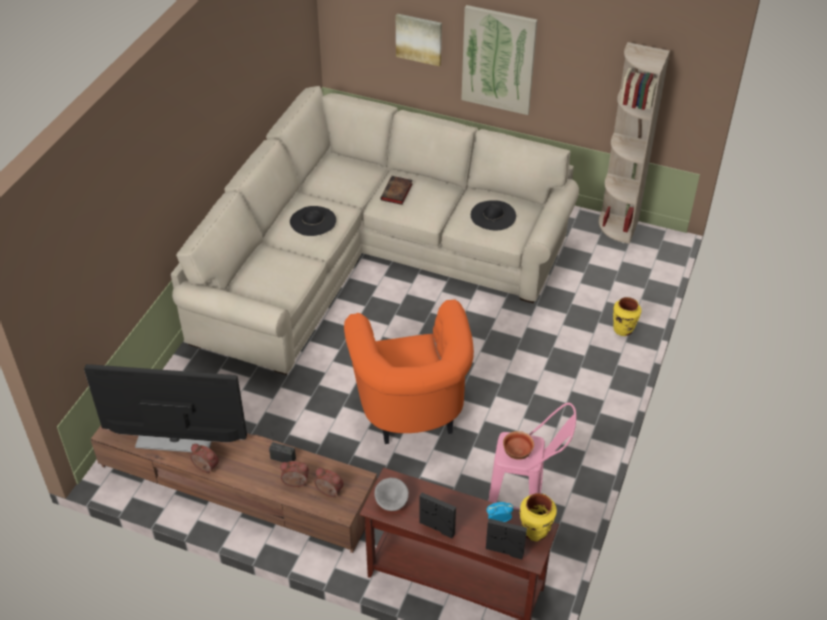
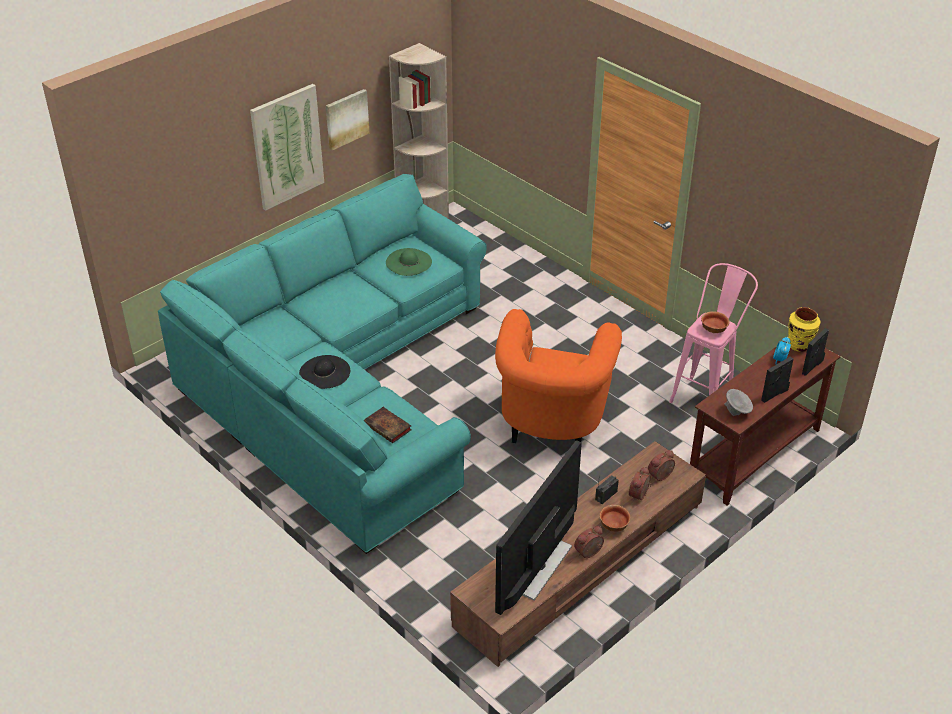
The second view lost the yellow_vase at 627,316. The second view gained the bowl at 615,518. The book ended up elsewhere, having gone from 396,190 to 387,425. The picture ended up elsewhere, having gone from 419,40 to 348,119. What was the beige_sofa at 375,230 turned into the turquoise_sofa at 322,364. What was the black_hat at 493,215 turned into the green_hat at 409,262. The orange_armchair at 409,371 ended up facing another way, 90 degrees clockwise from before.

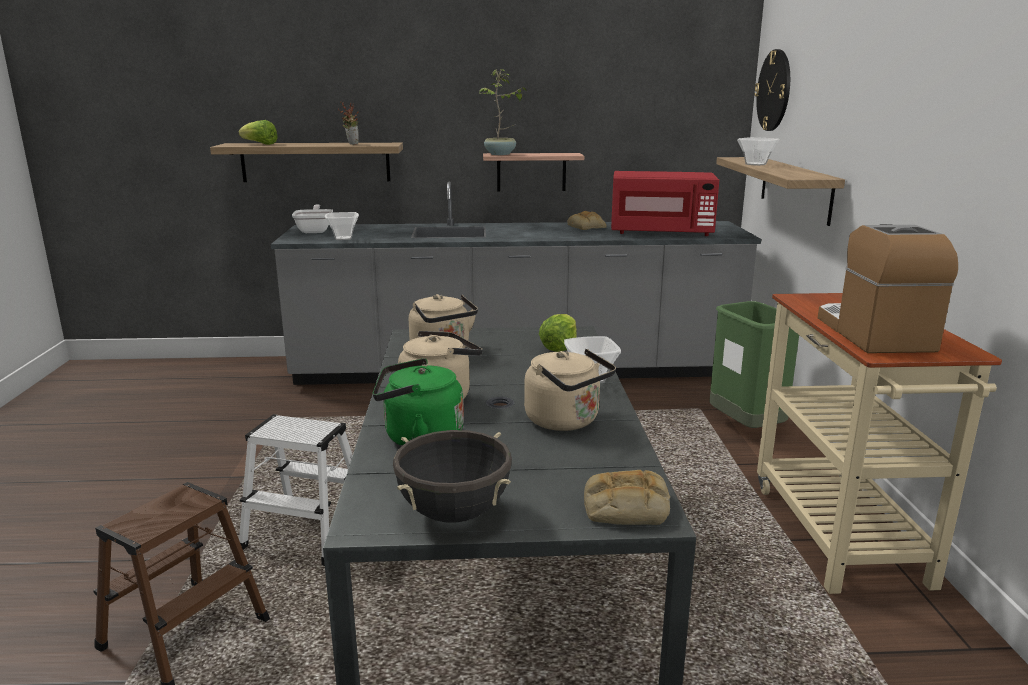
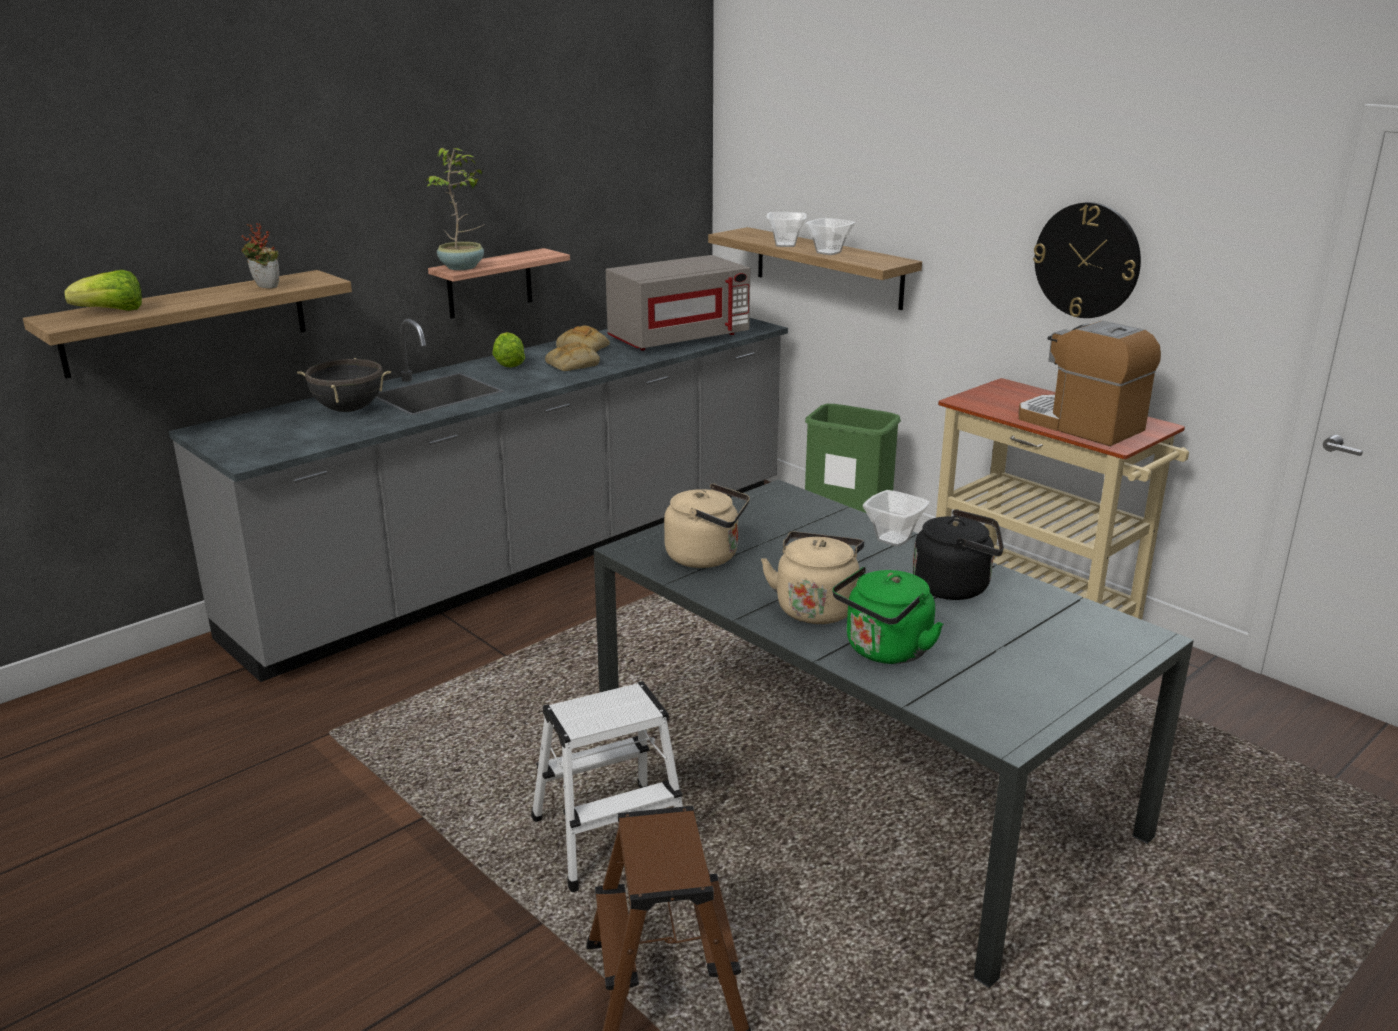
The second view lost the frying_pan at 312,218. The bowl ended up elsewhere, having gone from 342,226 to 830,236. The black_cooking_pot ended up elsewhere, having gone from 452,476 to 344,385. The lettuce ended up elsewhere, having gone from 558,333 to 509,350. The bread ended up elsewhere, having gone from 627,497 to 572,356. The wall_clock ended up elsewhere, having gone from 772,90 to 1087,260. What was the beige_kettle at 570,390 turned into the black_kettle at 958,554. What was the red_microwave at 665,203 turned into the grey_microwave at 678,303.

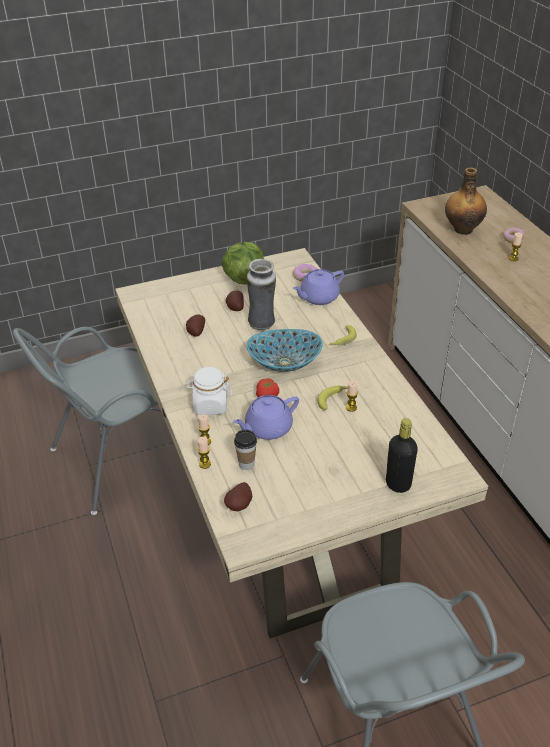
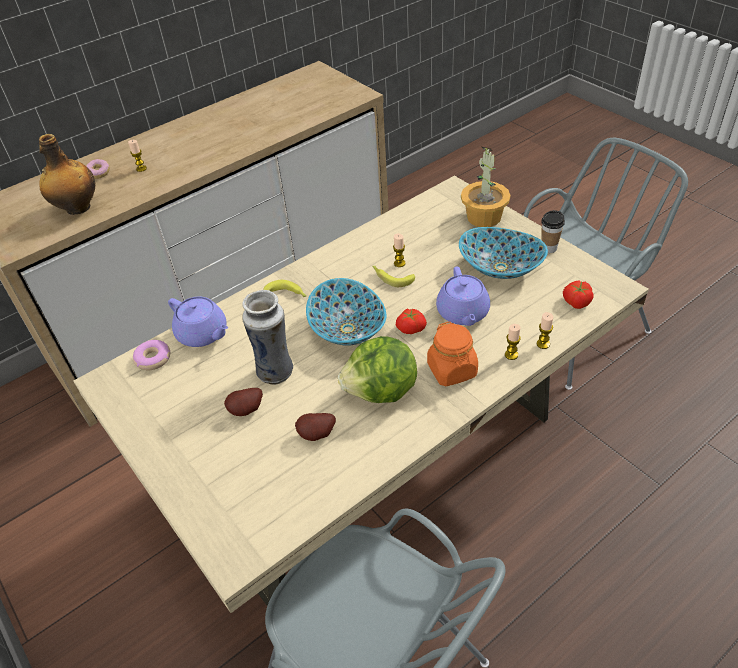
The second view gained the bowl at 503,253. The lettuce ended up elsewhere, having gone from 243,263 to 377,369. The cup ended up elsewhere, having gone from 245,450 to 553,231. Where the potato stood at 238,496, the tomato came to stand at 578,294. Where the black_bottle stood at 402,455, the potted_plant came to stand at 485,186. What was the white_jar at 209,391 turned into the orange_jar at 452,353. The purple_teapot at 266,417 ended up facing another way, 45 degrees clockwise from before.

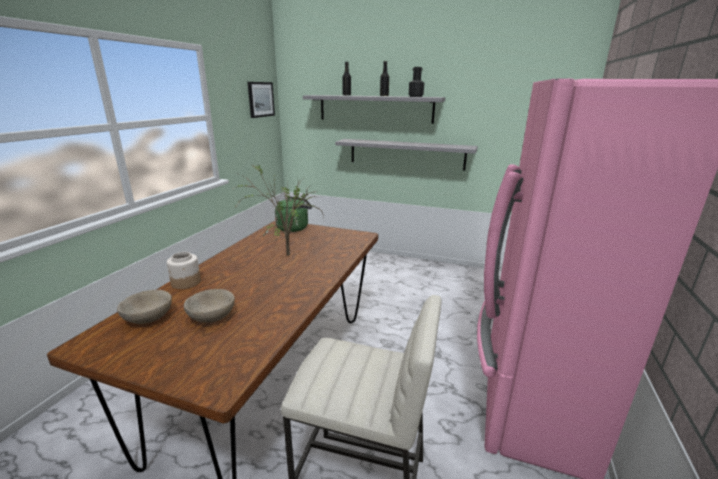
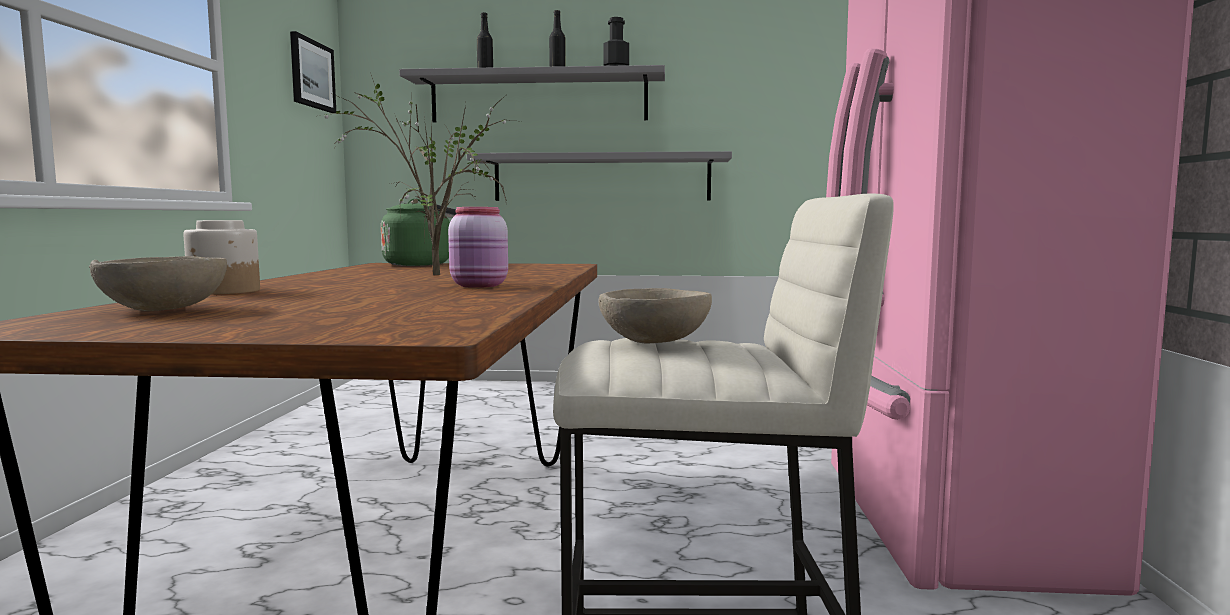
The second view gained the pink_jar at 478,247. The beige_bowl ended up elsewhere, having gone from 209,306 to 655,315.

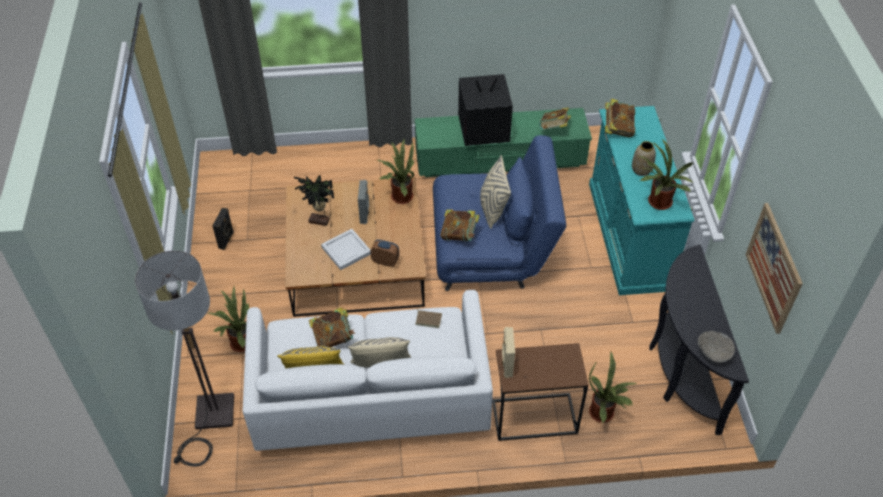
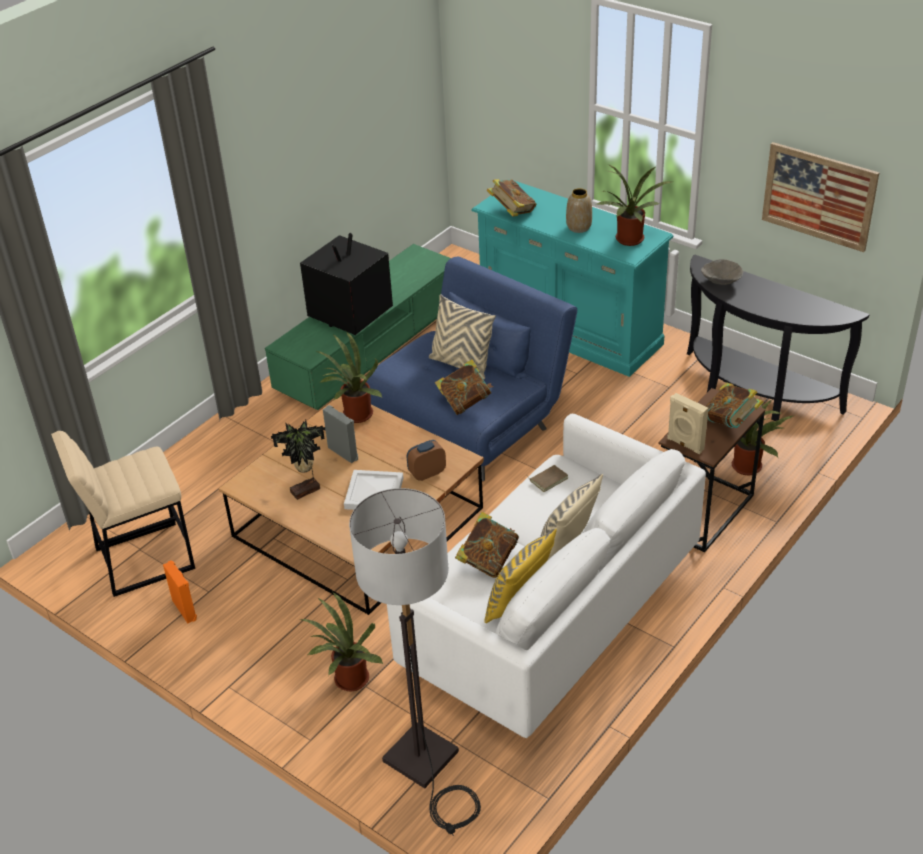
The second view gained the beige_stool at 123,514. The book ended up elsewhere, having gone from 555,118 to 734,405. The grey_bowl ended up elsewhere, having gone from 716,346 to 722,272. What was the black_speaker at 223,229 turned into the orange_speaker at 180,591.

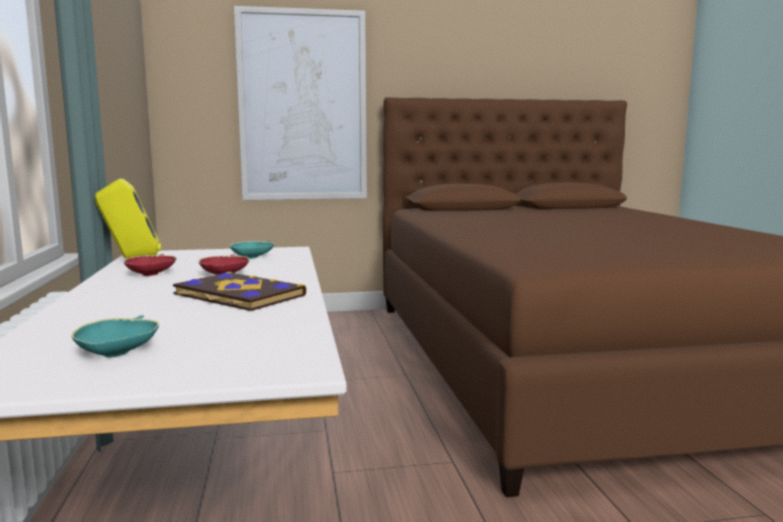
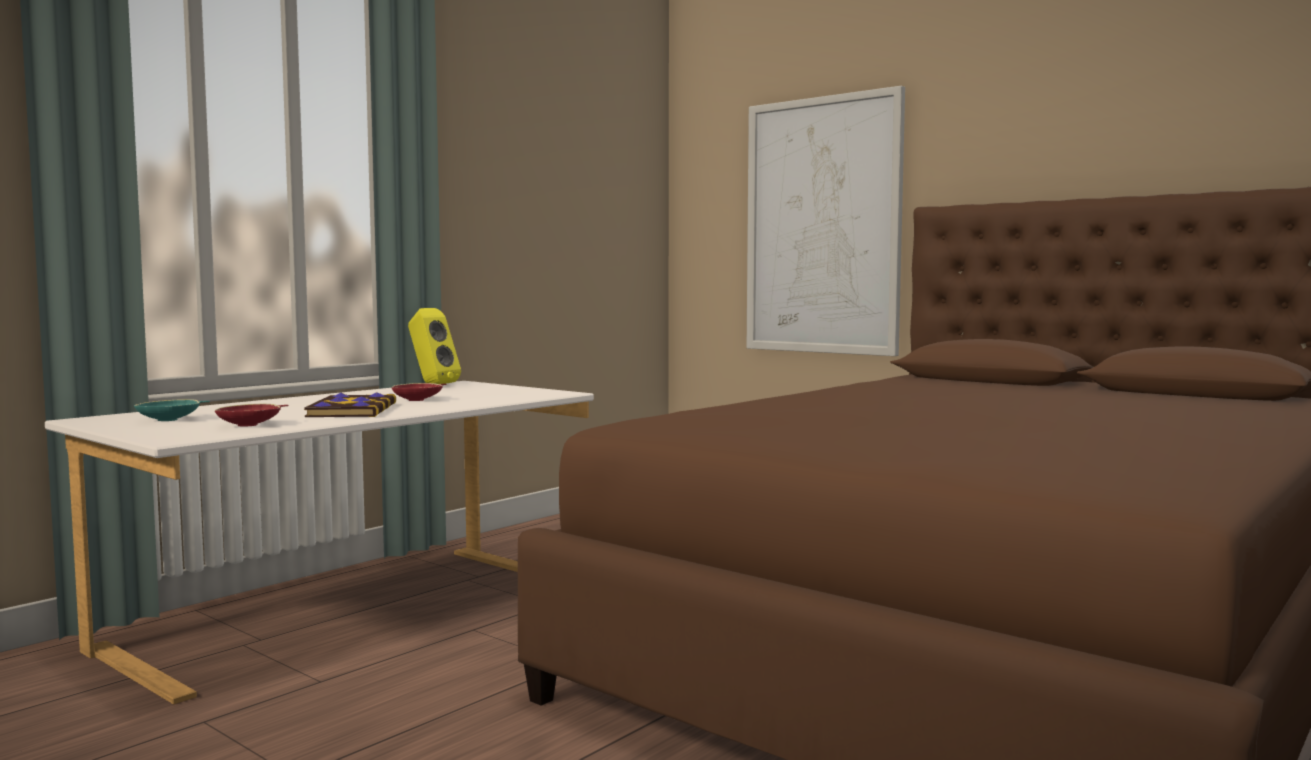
The second view lost the turquoise_bowl at 252,250. The red_bowl ended up elsewhere, having gone from 150,265 to 252,415.

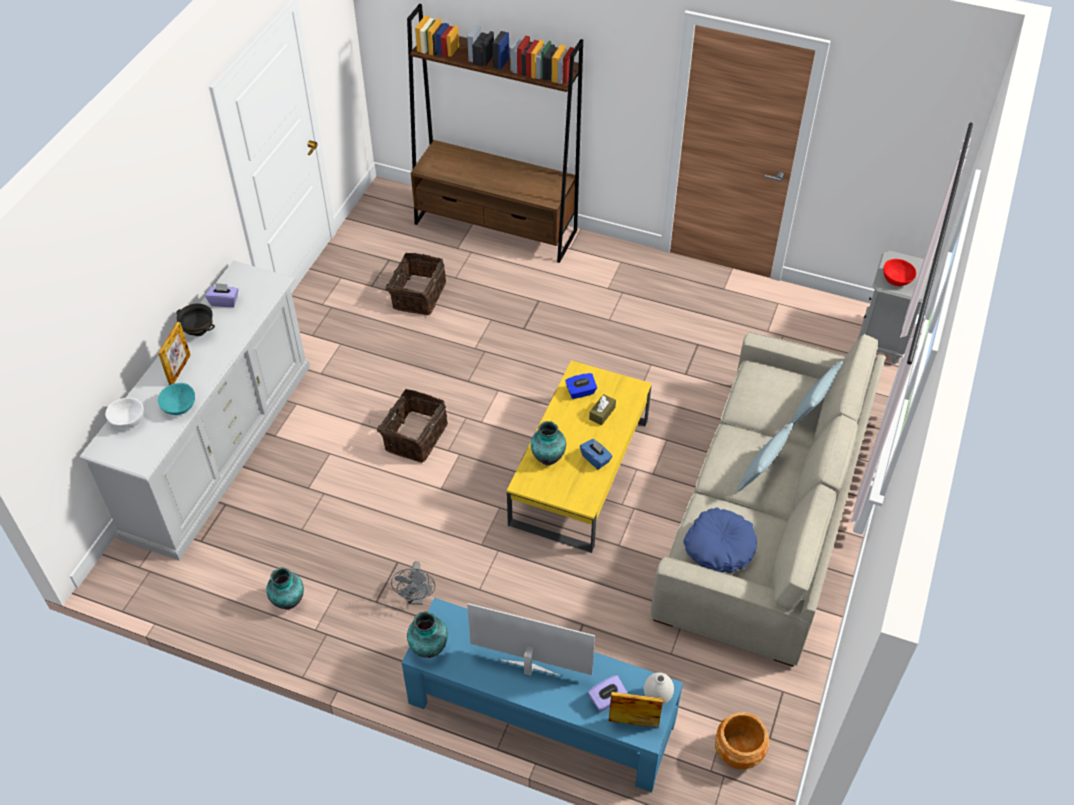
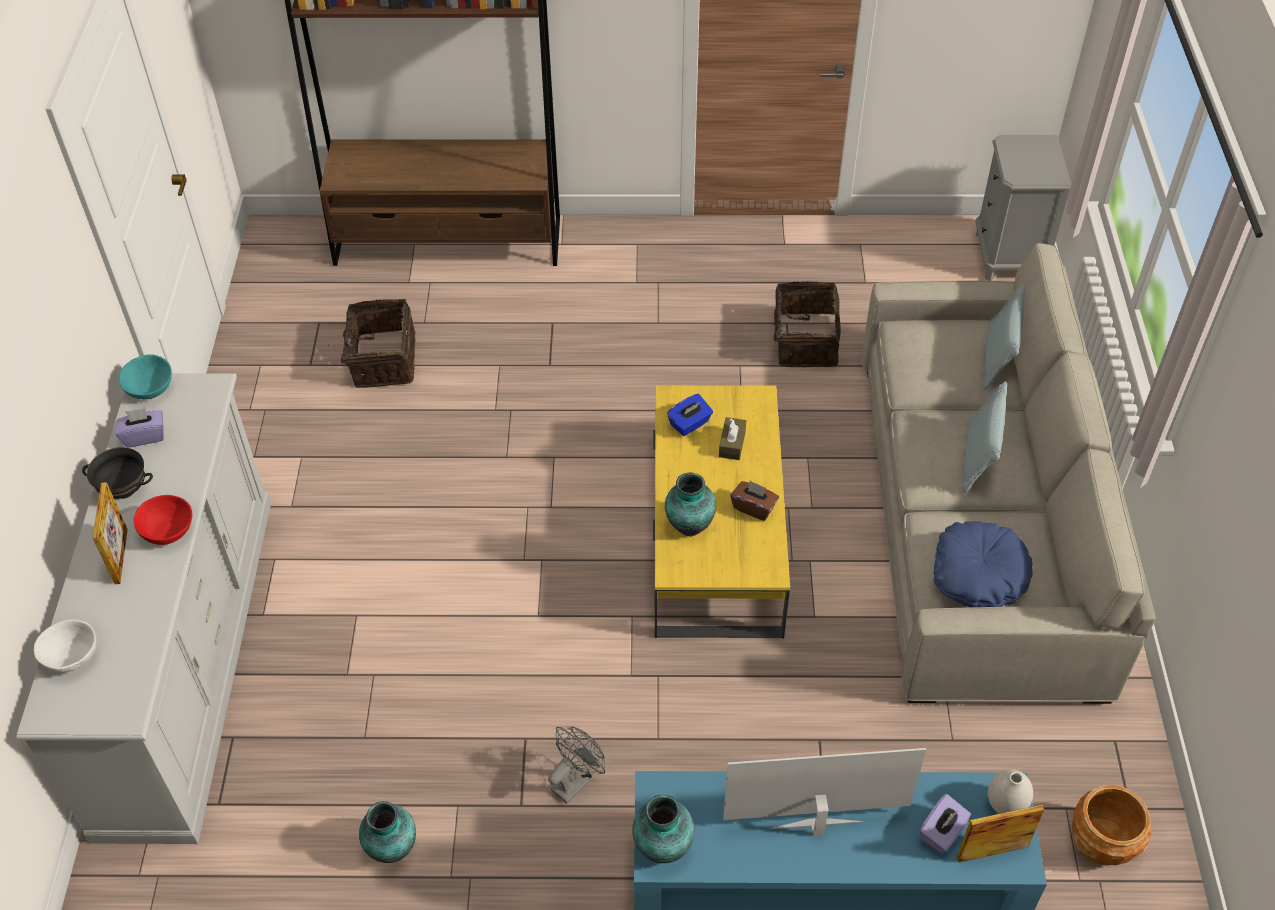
The turquoise_bowl ended up elsewhere, having gone from 176,399 to 145,376. The basket ended up elsewhere, having gone from 412,426 to 800,324. The red_bowl ended up elsewhere, having gone from 899,272 to 162,520. What was the blue_tissue_box at 596,454 turned into the brown_tissue_box at 754,501. The grey_fan at 413,583 ended up facing another way, 120 degrees counterclockwise from before.

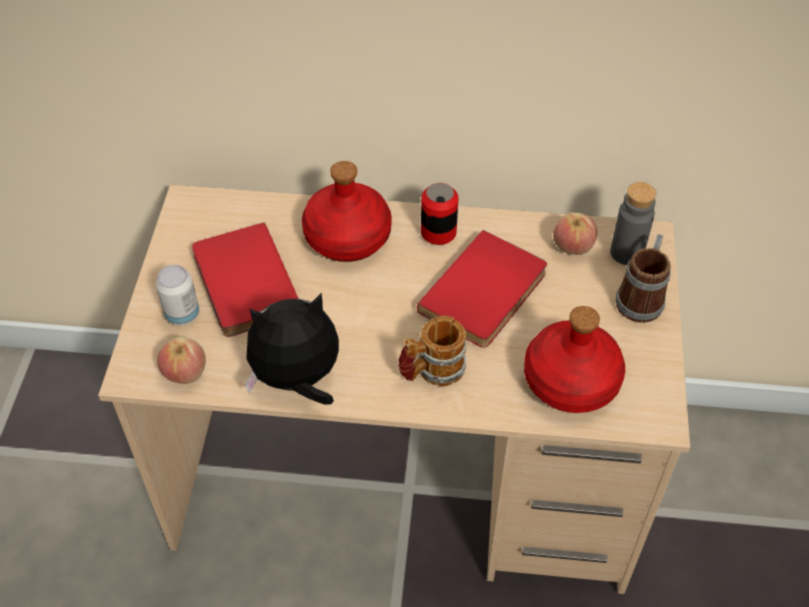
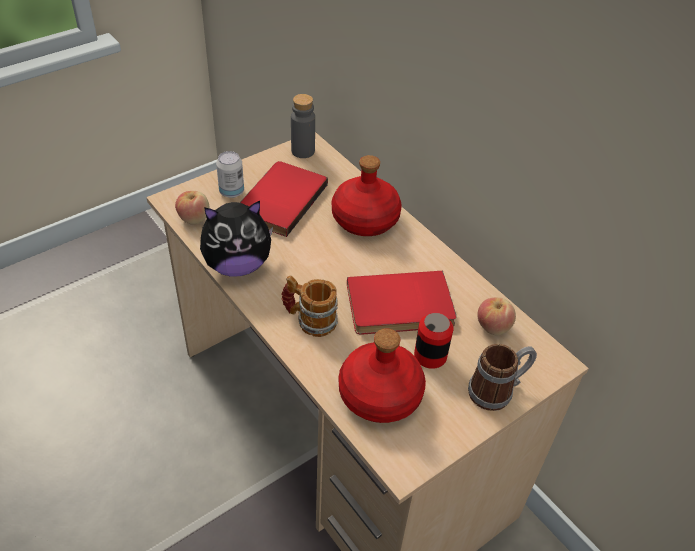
The can ended up elsewhere, having gone from 439,214 to 434,341. The grey_bottle ended up elsewhere, having gone from 633,223 to 303,126. The plush_toy at 292,349 ended up facing another way, 135 degrees clockwise from before.

